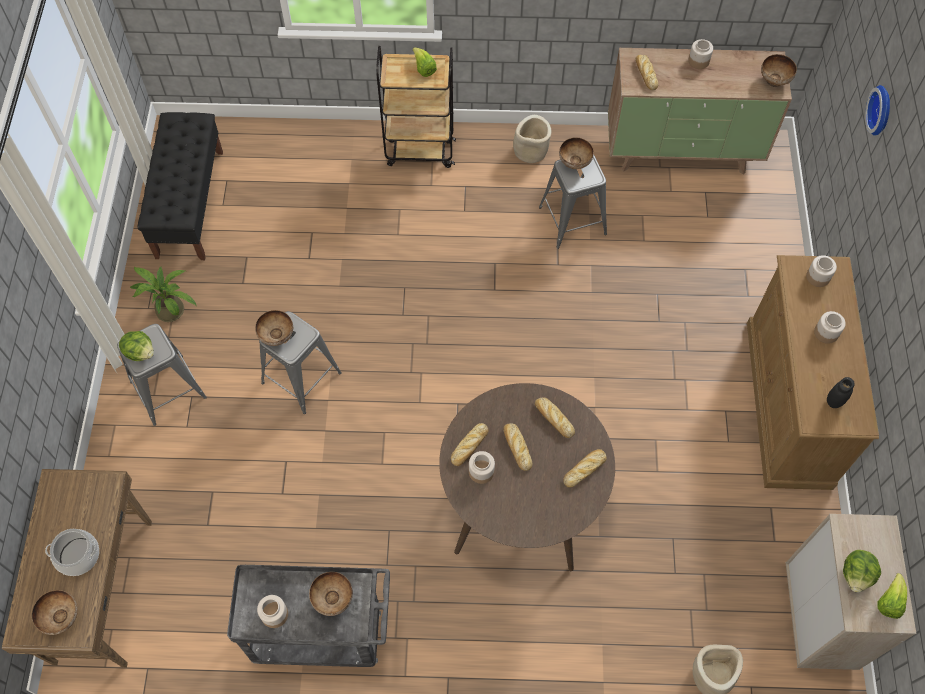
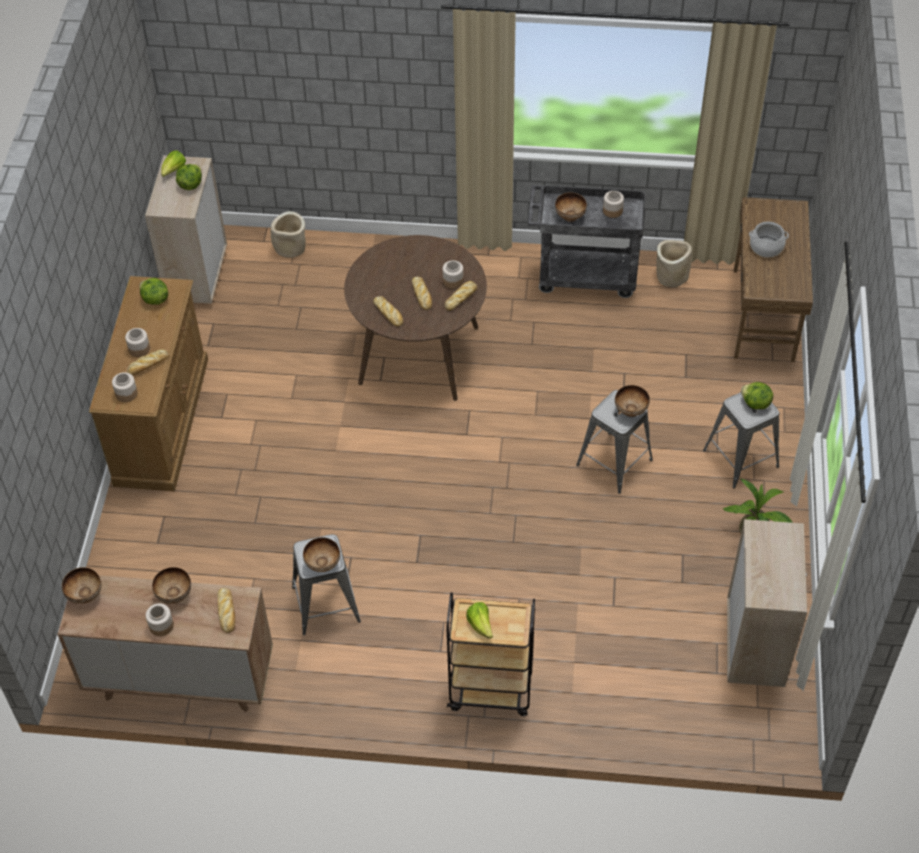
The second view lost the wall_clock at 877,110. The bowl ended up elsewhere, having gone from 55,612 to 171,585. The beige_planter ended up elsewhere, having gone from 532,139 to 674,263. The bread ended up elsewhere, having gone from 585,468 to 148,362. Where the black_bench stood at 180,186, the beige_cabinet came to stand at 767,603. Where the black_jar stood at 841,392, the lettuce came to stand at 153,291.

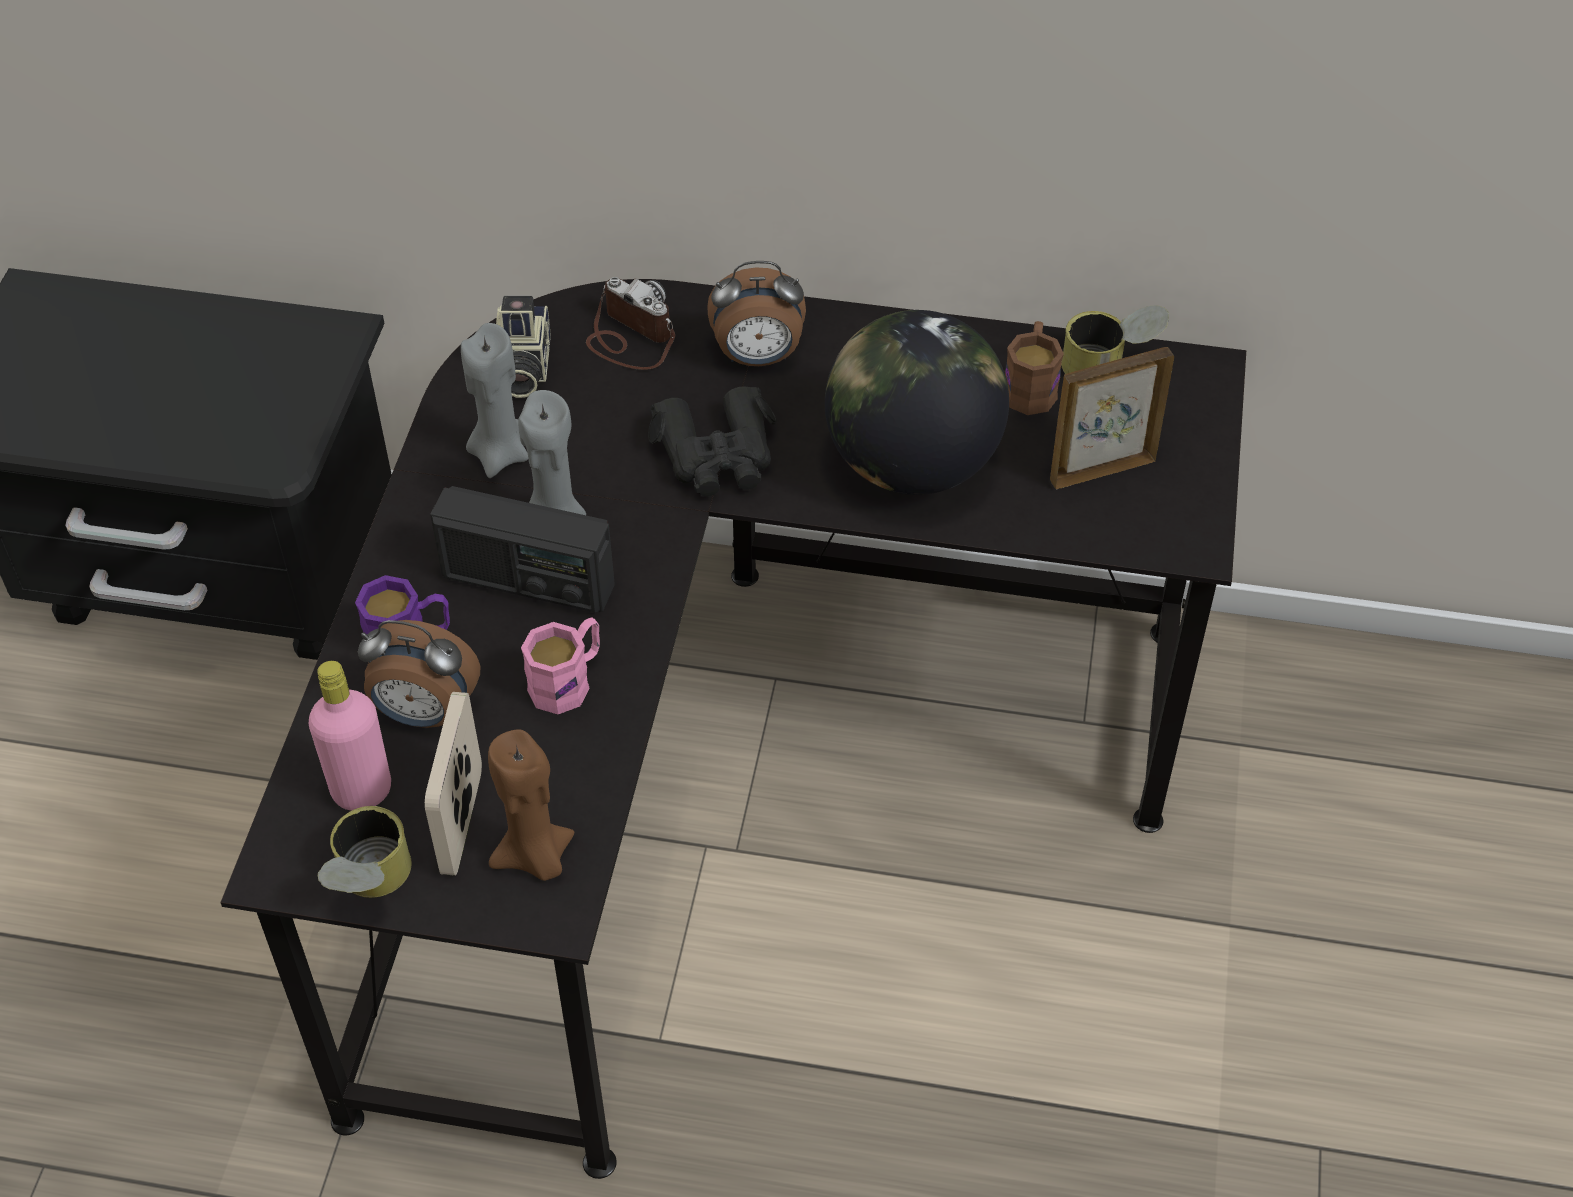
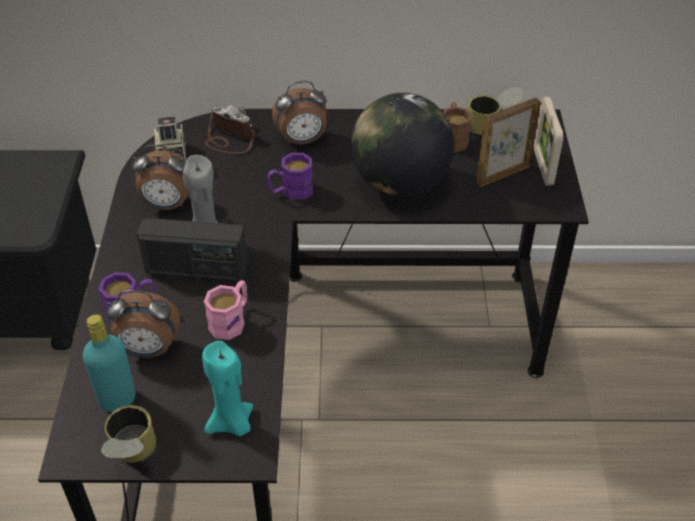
The picture_frame ended up elsewhere, having gone from 453,784 to 548,141. Where the grey_candle stood at 494,400, the alarm_clock came to stand at 161,177. Where the black_binoculars stood at 712,441, the purple_mug came to stand at 290,176. What was the pink_bottle at 349,736 turned into the turquoise_bottle at 109,363. What was the brown_candle at 531,805 turned into the turquoise_candle at 227,388.

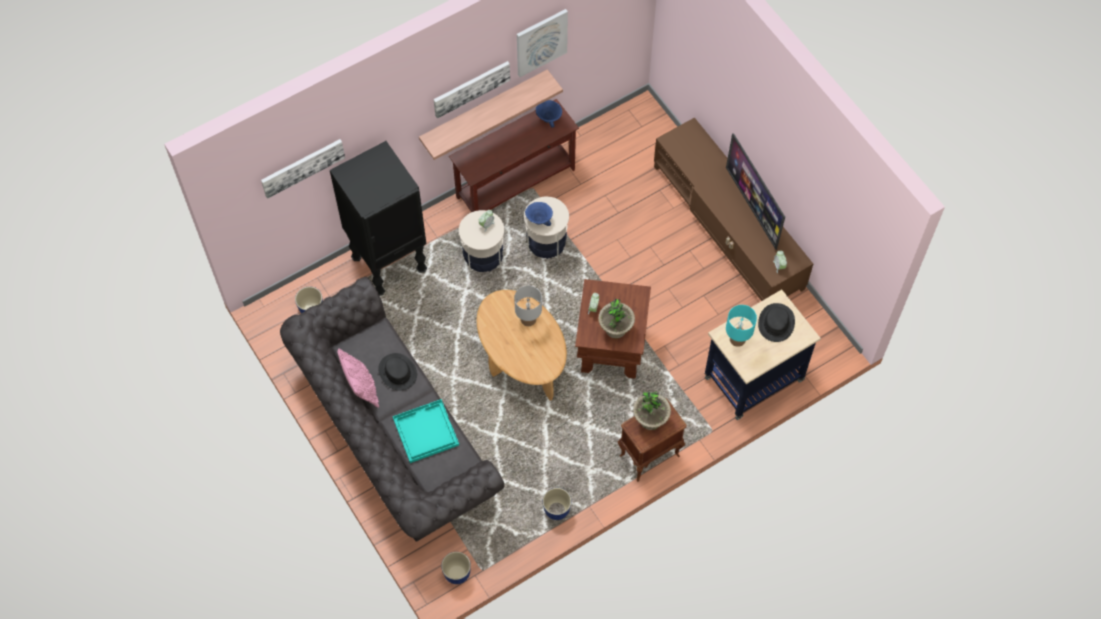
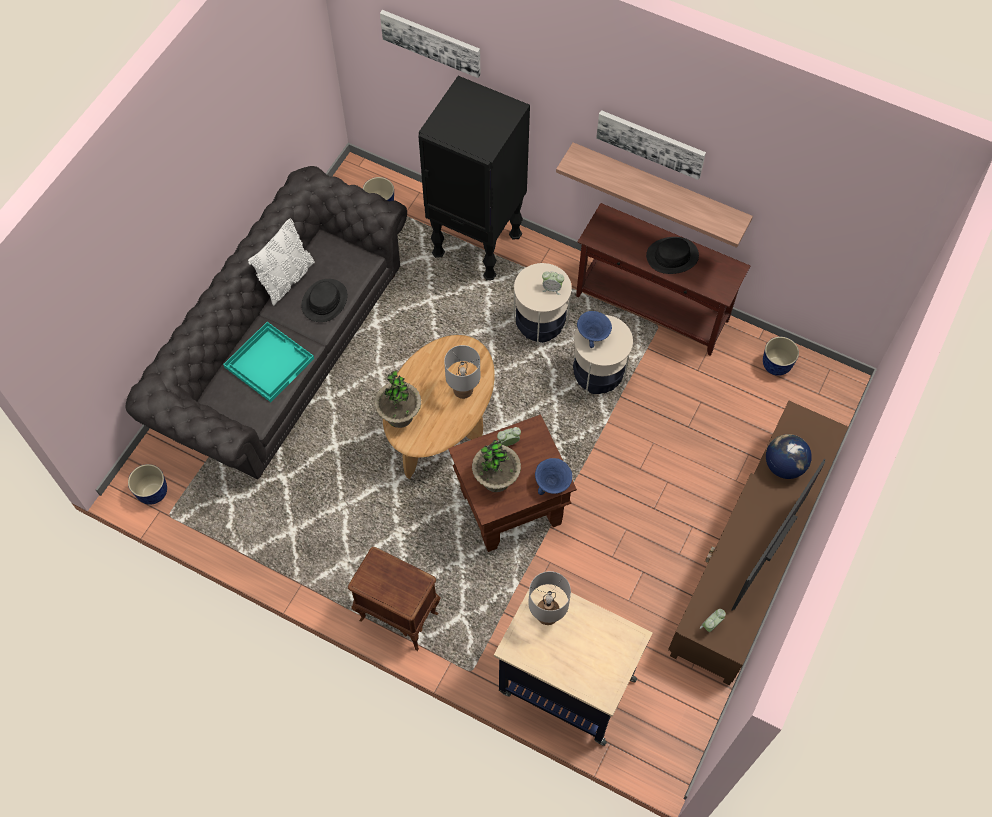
The second view lost the picture at 542,43. The second view gained the globe at 789,456. The blue_bowl ended up elsewhere, having gone from 549,114 to 553,476. The planter ended up elsewhere, having gone from 557,504 to 781,356. The potted_plant ended up elsewhere, having gone from 652,410 to 397,399. The black_hat ended up elsewhere, having gone from 776,322 to 672,255. What was the pink_pillow at 358,378 turned into the white_pillow at 281,262. What was the turquoise_table_lamp at 741,326 turned into the grey_table_lamp at 549,598.

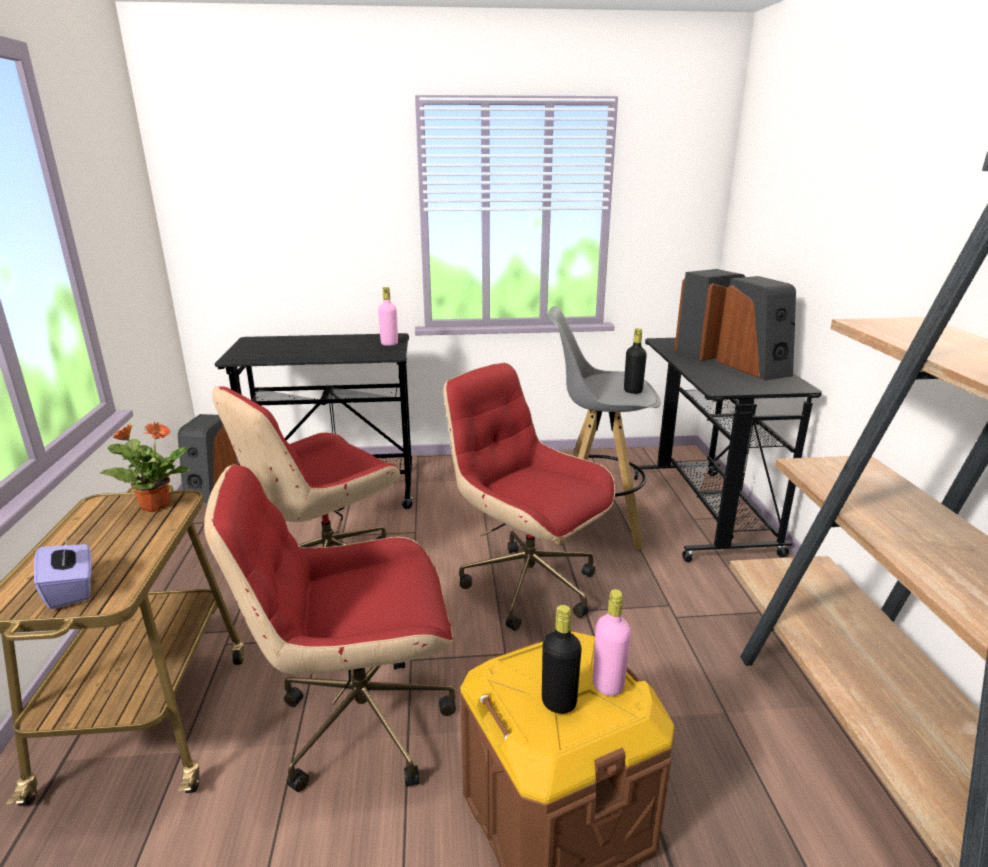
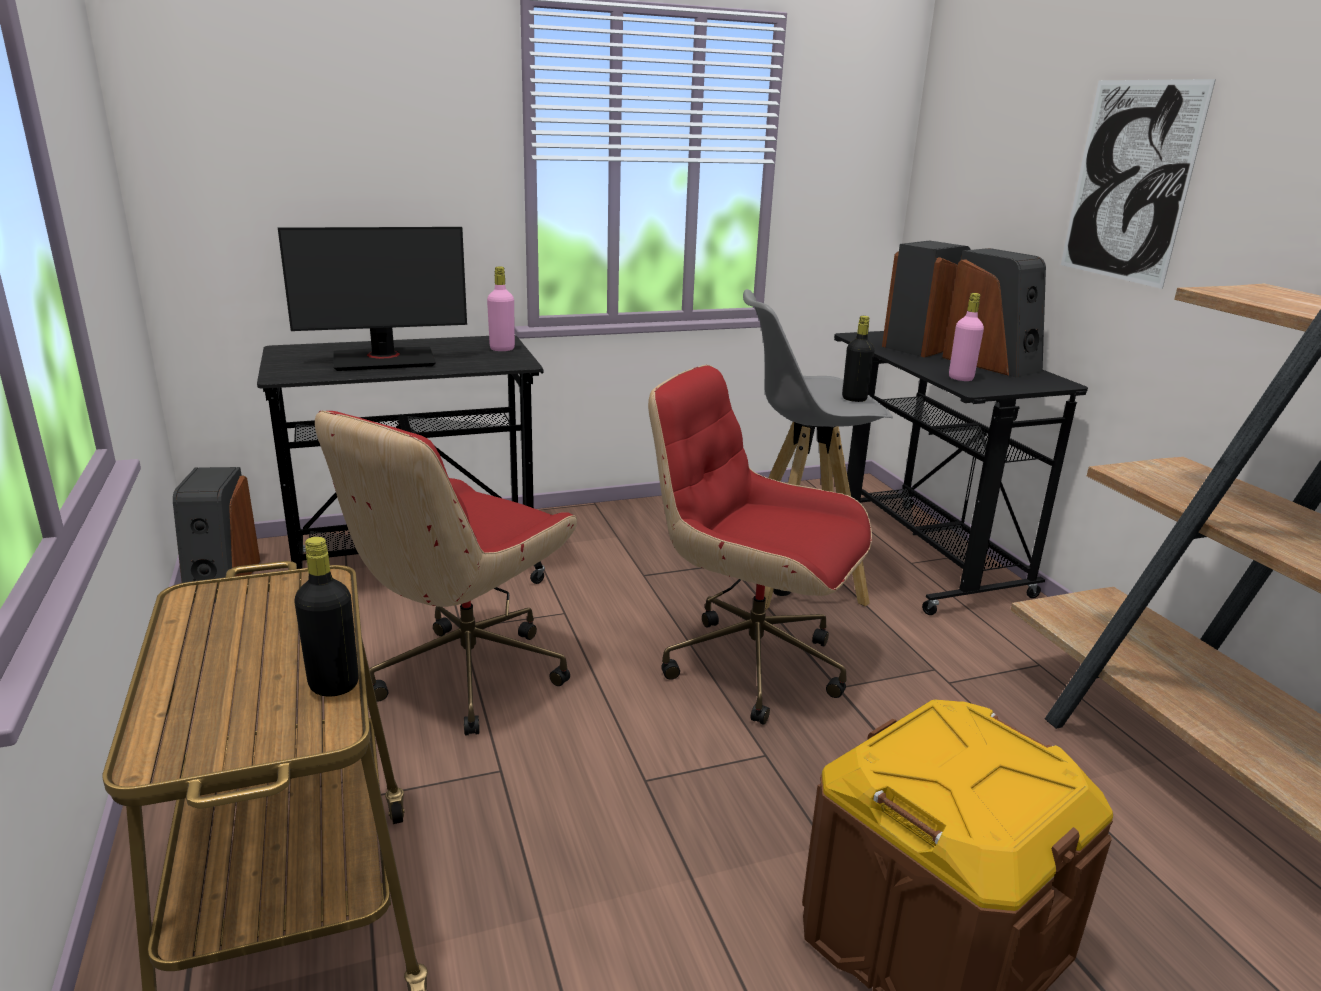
The second view lost the purple_tissue_box at 63,572. The second view lost the potted_plant at 145,467. The second view lost the red_office_chair at 330,628. The second view gained the monitor at 372,299. The second view gained the picture at 1138,184. The black_bottle ended up elsewhere, having gone from 562,659 to 326,616. The pink_bottle ended up elsewhere, having gone from 612,642 to 966,337.

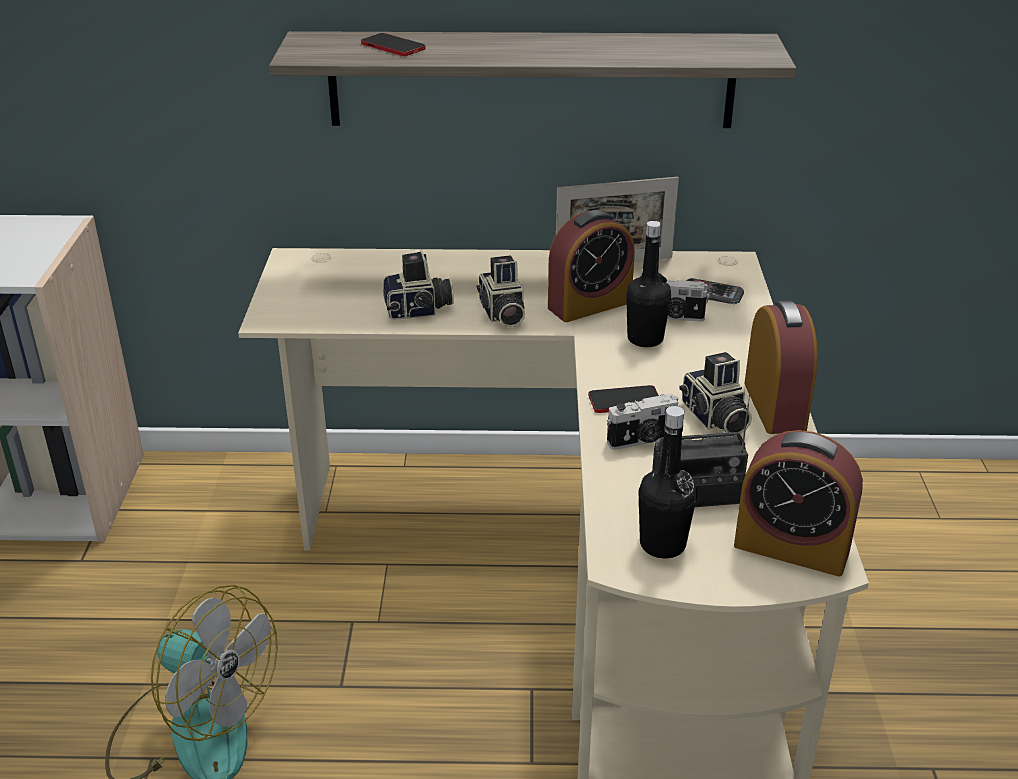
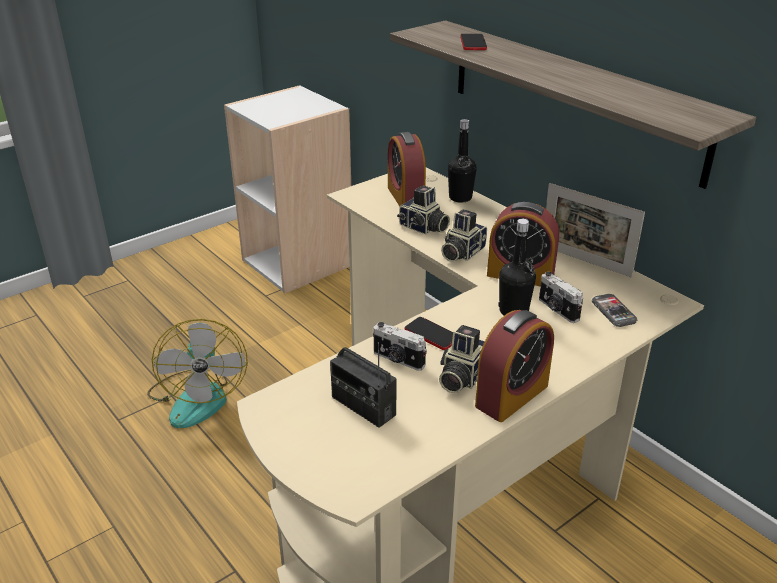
The black_bottle ended up elsewhere, having gone from 668,482 to 462,161. The alarm_clock ended up elsewhere, having gone from 798,503 to 407,169.

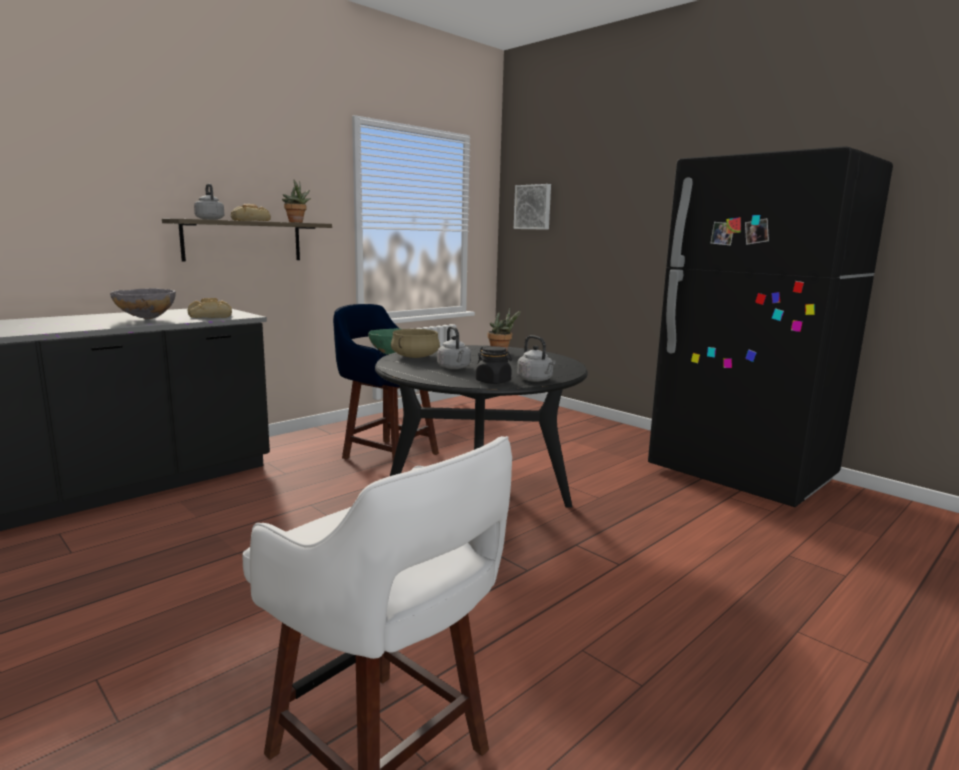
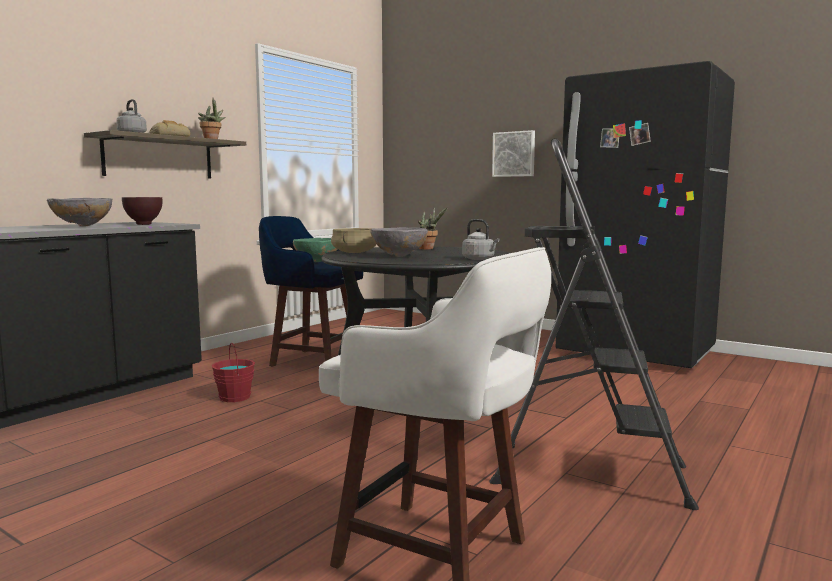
The second view lost the black_jar at 494,365. The second view gained the red_bucket at 233,372. The second view gained the step_ladder at 594,324. The picture ended up elsewhere, having gone from 532,207 to 513,153. Where the bread stood at 210,308, the brown_bowl came to stand at 142,211. Where the grey_kettle stood at 454,347, the grey_bowl came to stand at 399,242.

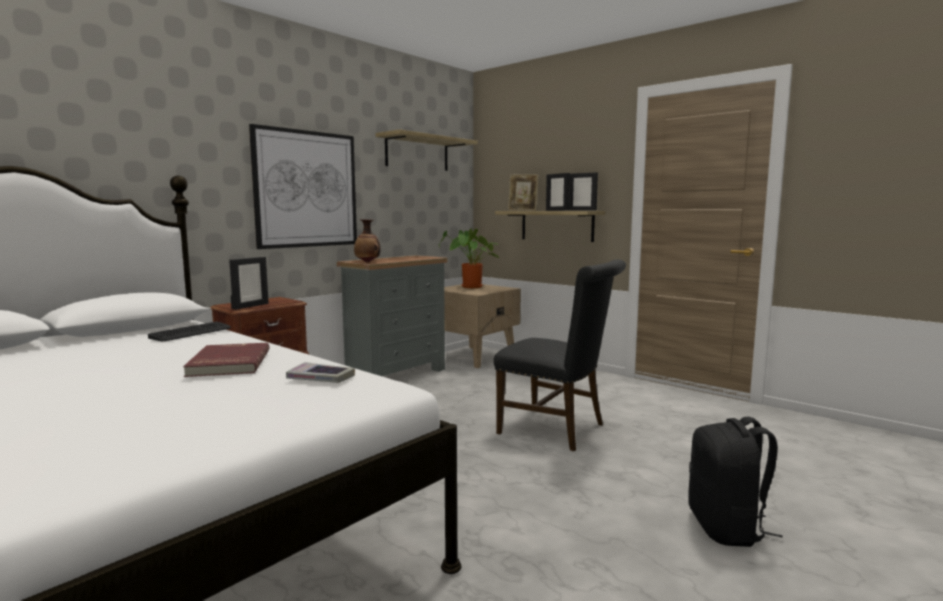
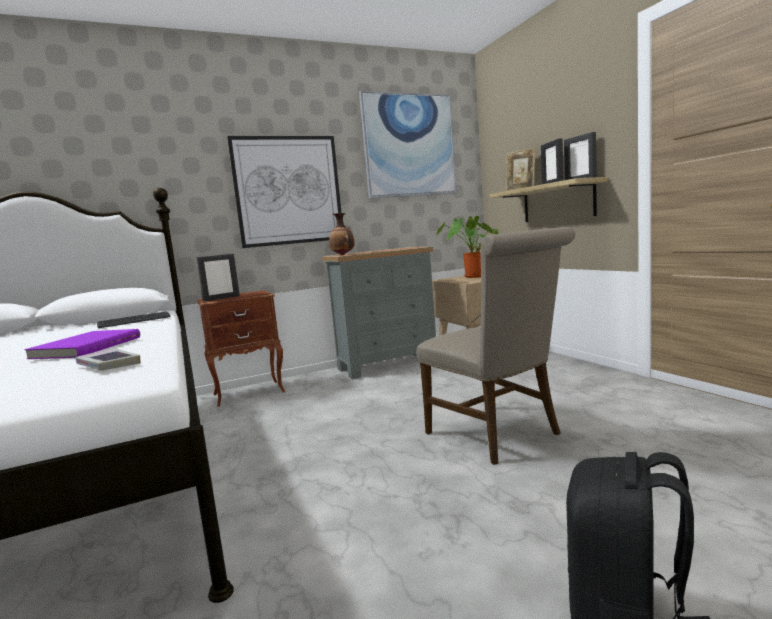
Where the shelf hung at 427,150, the picture came to hang at 408,144. What was the red_book at 226,360 turned into the purple_book at 82,344. What was the black_chair at 560,355 turned into the beige_chair at 496,346.

